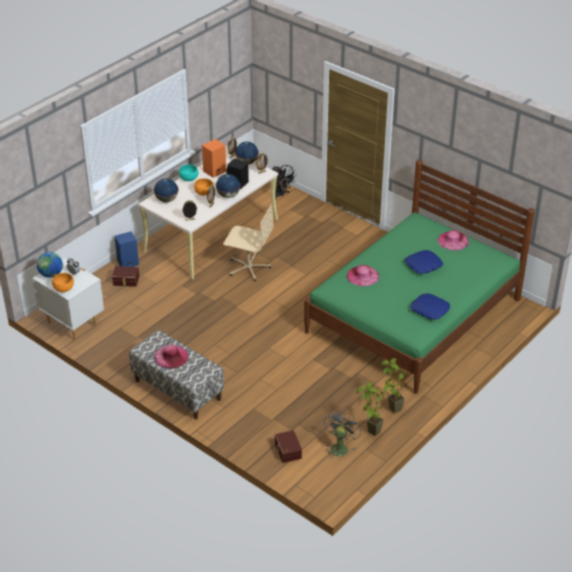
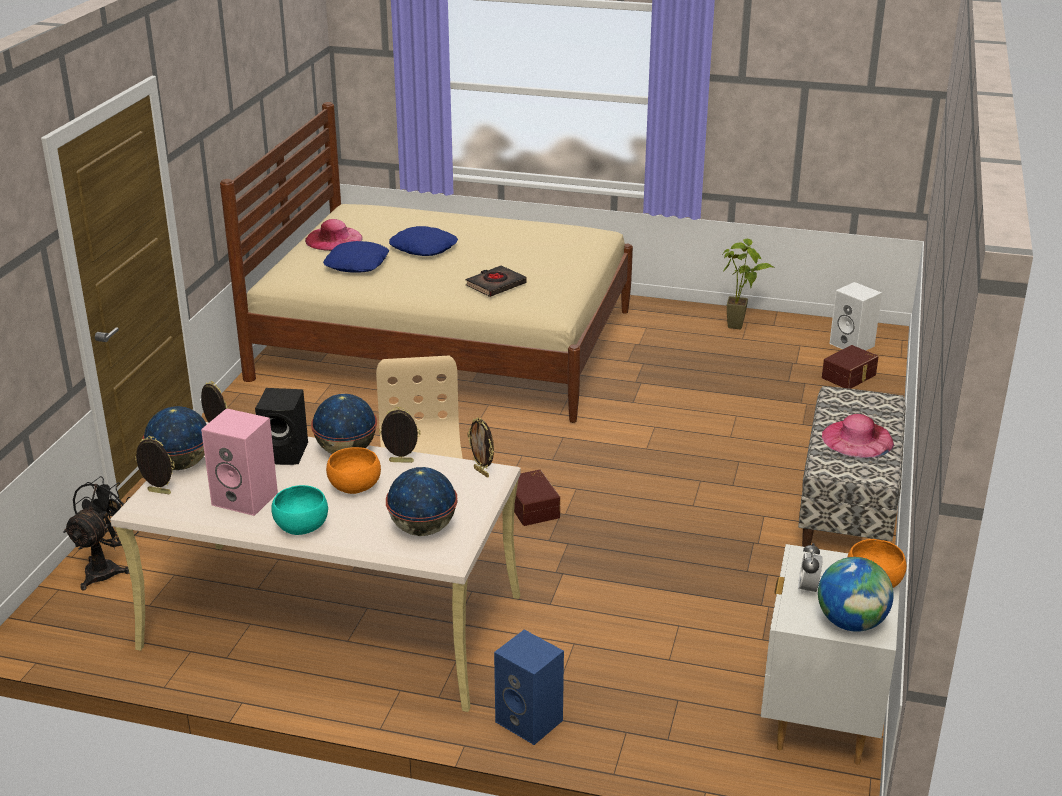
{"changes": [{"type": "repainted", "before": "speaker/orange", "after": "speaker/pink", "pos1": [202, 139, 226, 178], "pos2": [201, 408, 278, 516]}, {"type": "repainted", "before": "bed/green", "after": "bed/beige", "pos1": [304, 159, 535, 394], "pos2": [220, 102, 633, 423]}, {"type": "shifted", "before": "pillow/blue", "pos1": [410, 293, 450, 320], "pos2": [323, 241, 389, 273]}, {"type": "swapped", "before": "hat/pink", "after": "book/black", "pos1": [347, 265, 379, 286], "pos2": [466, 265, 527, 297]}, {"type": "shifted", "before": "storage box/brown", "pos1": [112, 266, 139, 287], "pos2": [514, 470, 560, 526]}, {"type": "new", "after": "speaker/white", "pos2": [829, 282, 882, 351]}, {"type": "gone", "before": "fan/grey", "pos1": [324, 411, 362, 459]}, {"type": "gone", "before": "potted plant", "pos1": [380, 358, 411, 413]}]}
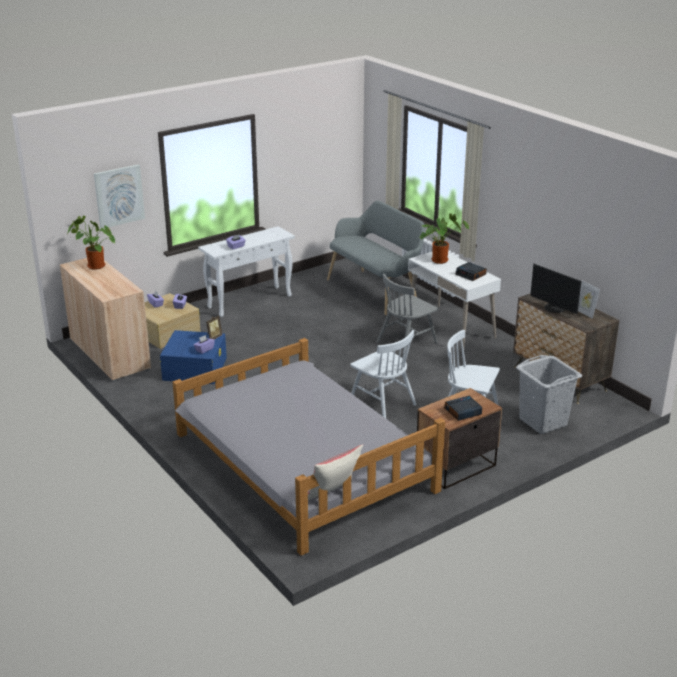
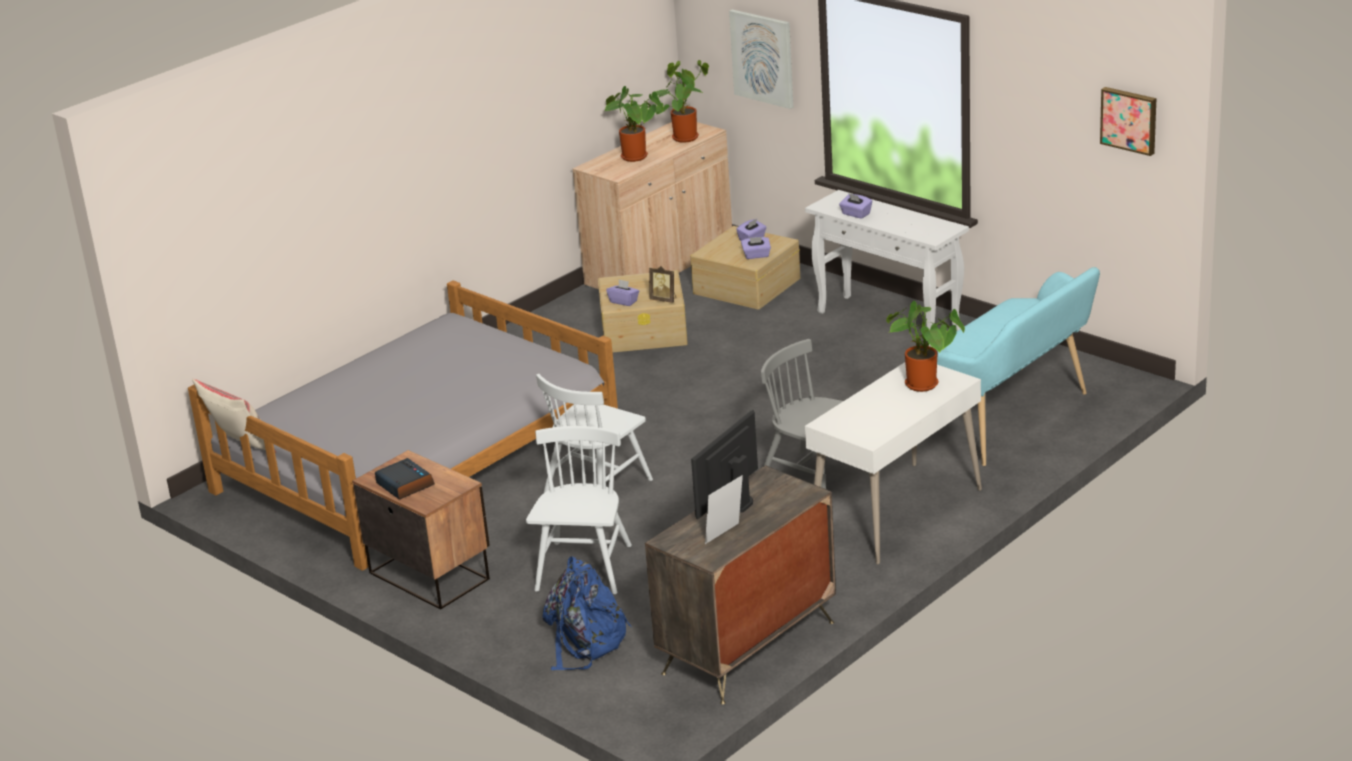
{"changes": [{"type": "swapped", "before": "laundry basket/grey", "after": "backpack/blue", "pos1": [516, 355, 582, 434], "pos2": [543, 556, 631, 670]}, {"type": "repainted", "before": "storage box/blue", "after": "storage box/beige", "pos1": [160, 330, 227, 384], "pos2": [598, 270, 688, 353]}, {"type": "new", "after": "potted plant", "pos2": [605, 86, 663, 162]}, {"type": "repainted", "before": "bench/grey", "after": "bench/turquoise", "pos1": [327, 201, 425, 315], "pos2": [934, 267, 1100, 466]}, {"type": "new", "after": "picture", "pos2": [1100, 87, 1157, 156]}, {"type": "gone", "before": "alarm clock", "pos1": [456, 262, 487, 281]}]}
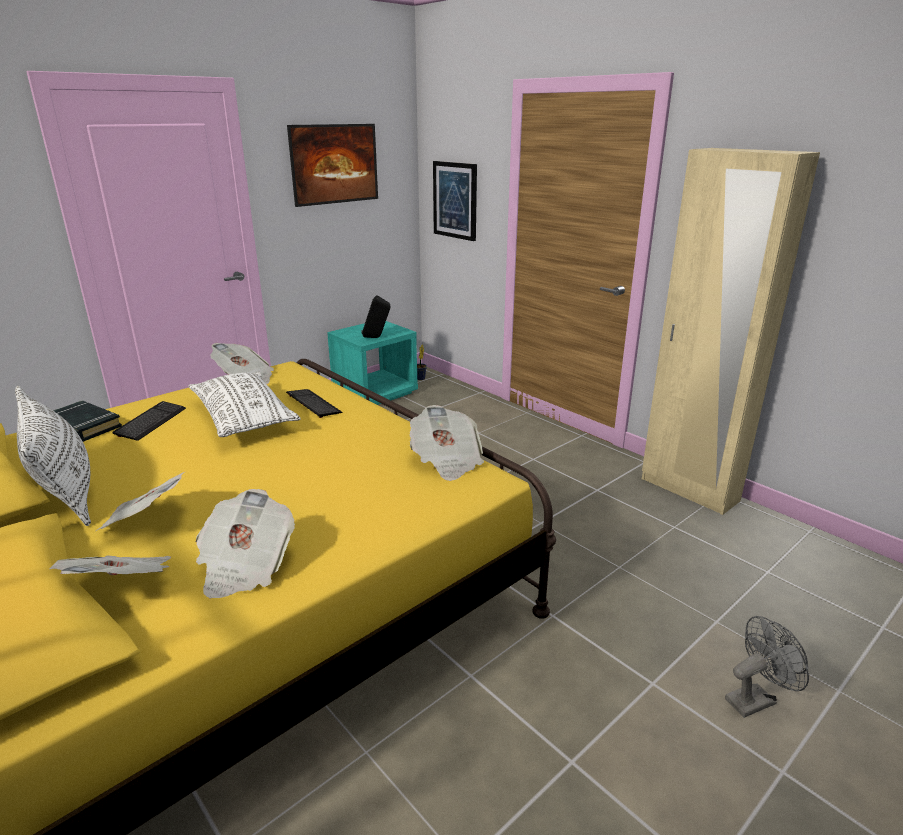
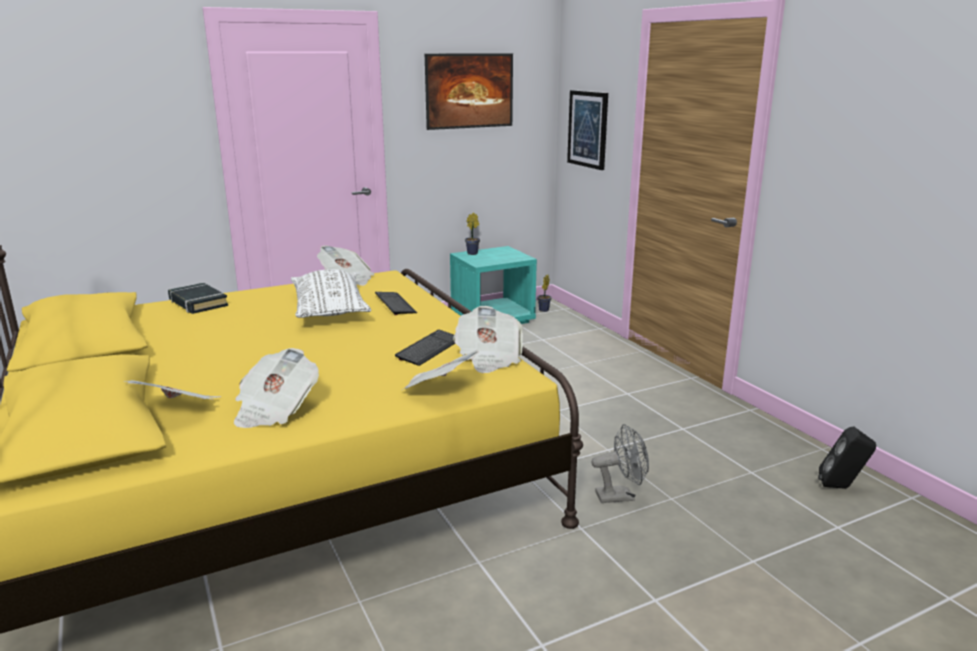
{"changes": [{"type": "shifted", "before": "keyboard", "pos1": [112, 401, 186, 441], "pos2": [395, 330, 455, 366]}, {"type": "shifted", "before": "newspaper", "pos1": [96, 471, 186, 531], "pos2": [402, 350, 479, 390]}, {"type": "new", "after": "potted plant", "pos2": [465, 212, 480, 255]}, {"type": "shifted", "before": "fan/grey", "pos1": [725, 616, 809, 718], "pos2": [592, 424, 649, 503]}, {"type": "shifted", "before": "speaker/black", "pos1": [362, 295, 391, 338], "pos2": [818, 427, 876, 489]}, {"type": "gone", "before": "pillow/white", "pos1": [15, 386, 91, 526]}, {"type": "gone", "before": "wardrobe/beige", "pos1": [642, 148, 820, 515]}]}
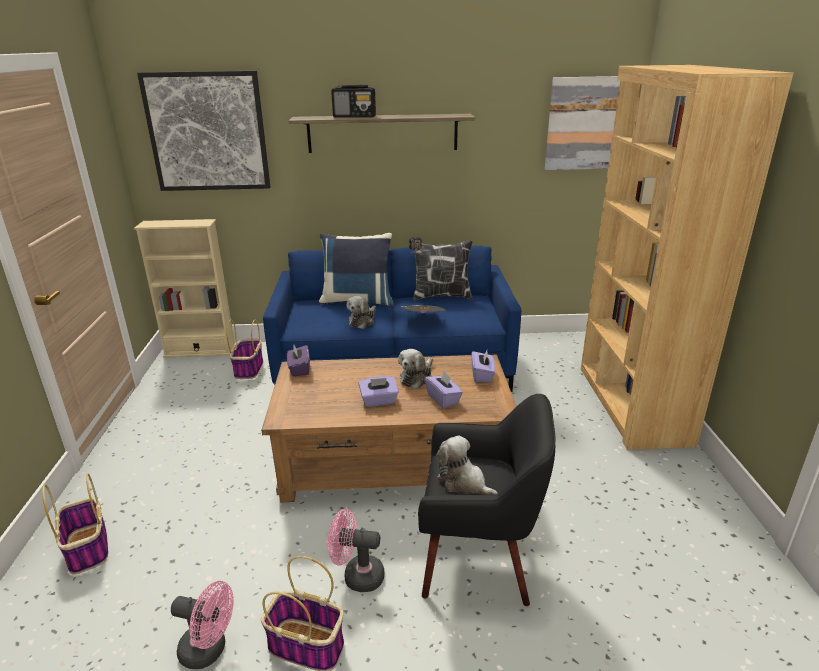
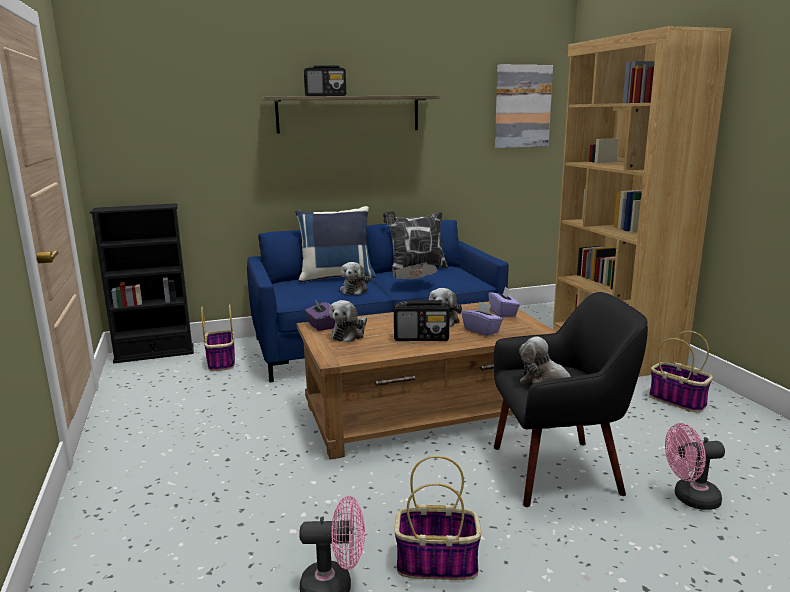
{"changes": [{"type": "repainted", "before": "bookcase/beige", "after": "bookcase/black", "pos1": [134, 219, 235, 358], "pos2": [90, 203, 194, 363]}, {"type": "new", "after": "plush toy", "pos2": [329, 300, 367, 342]}, {"type": "swapped", "before": "tissue box/purple", "after": "radio", "pos1": [358, 376, 399, 407], "pos2": [394, 300, 450, 341]}, {"type": "shifted", "before": "basket", "pos1": [42, 473, 108, 575], "pos2": [649, 331, 713, 413]}, {"type": "shifted", "before": "fan/pink", "pos1": [328, 509, 385, 592], "pos2": [665, 423, 725, 510]}, {"type": "gone", "before": "picture", "pos1": [137, 71, 270, 191]}]}
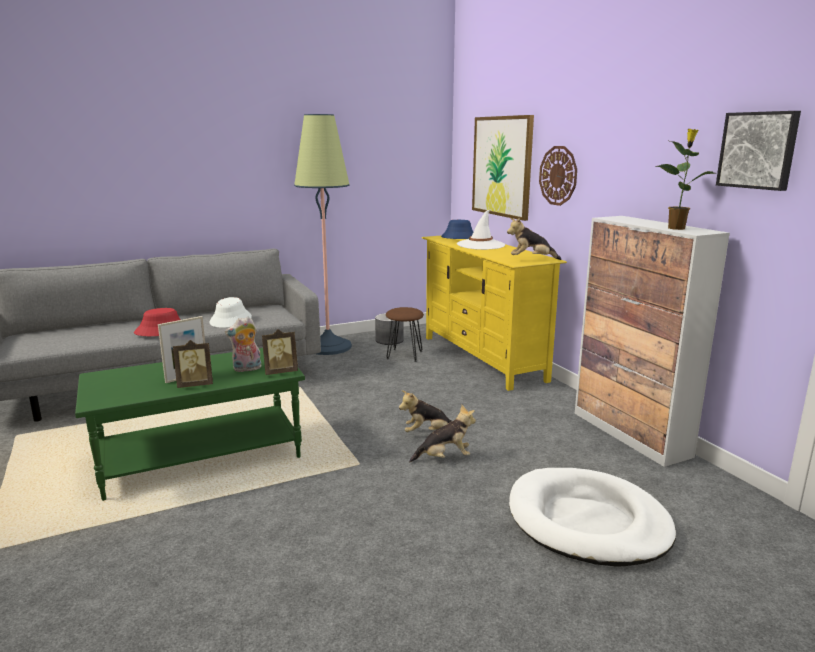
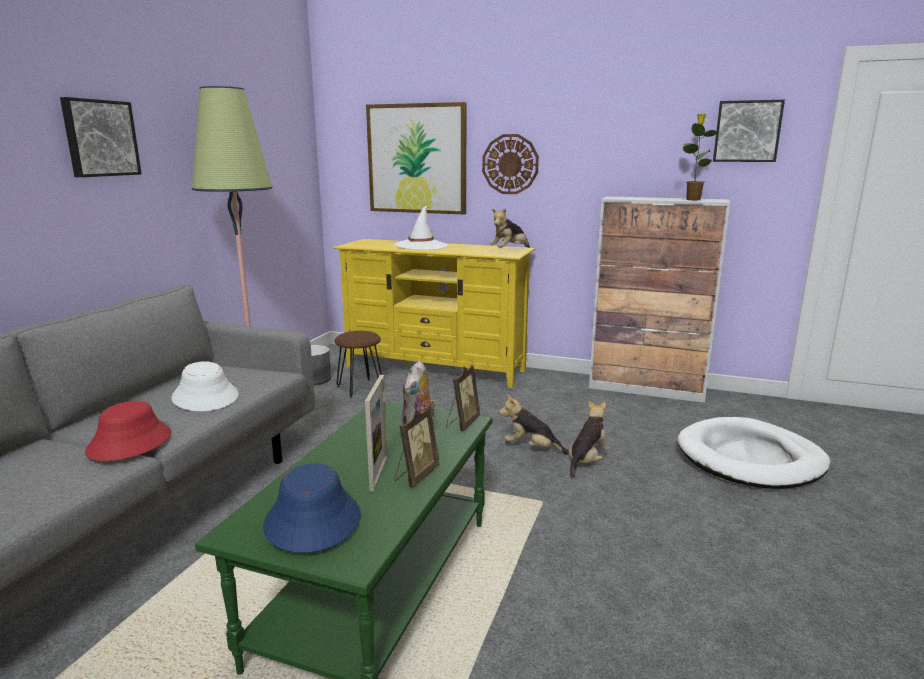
{"changes": [{"type": "new", "after": "picture", "pos2": [60, 97, 142, 177]}, {"type": "shifted", "before": "hat/blue", "pos1": [441, 220, 473, 239], "pos2": [263, 463, 361, 553]}, {"type": "rotated", "before": "plush toy", "pos1": [399, 390, 452, 432], "pos2": [499, 395, 569, 455], "turn": 75}]}
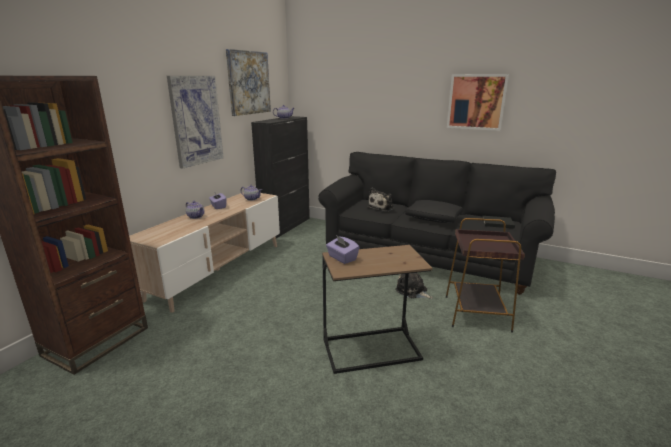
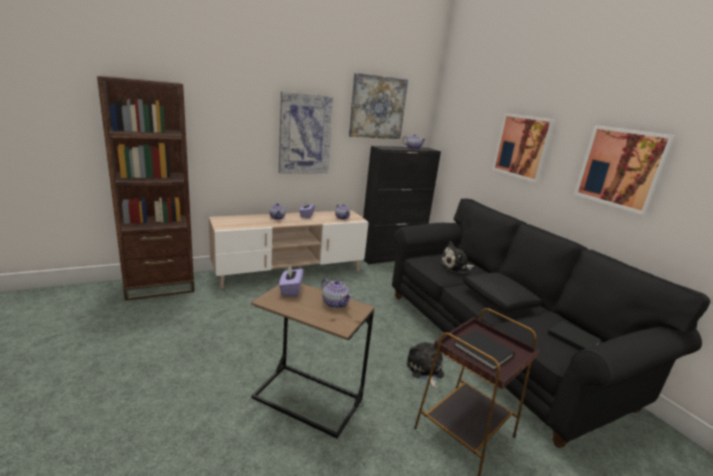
{"changes": [{"type": "new", "after": "teapot", "pos2": [321, 278, 352, 309]}, {"type": "new", "after": "book/black", "pos2": [454, 329, 515, 371]}, {"type": "new", "after": "picture", "pos2": [492, 113, 556, 183]}]}
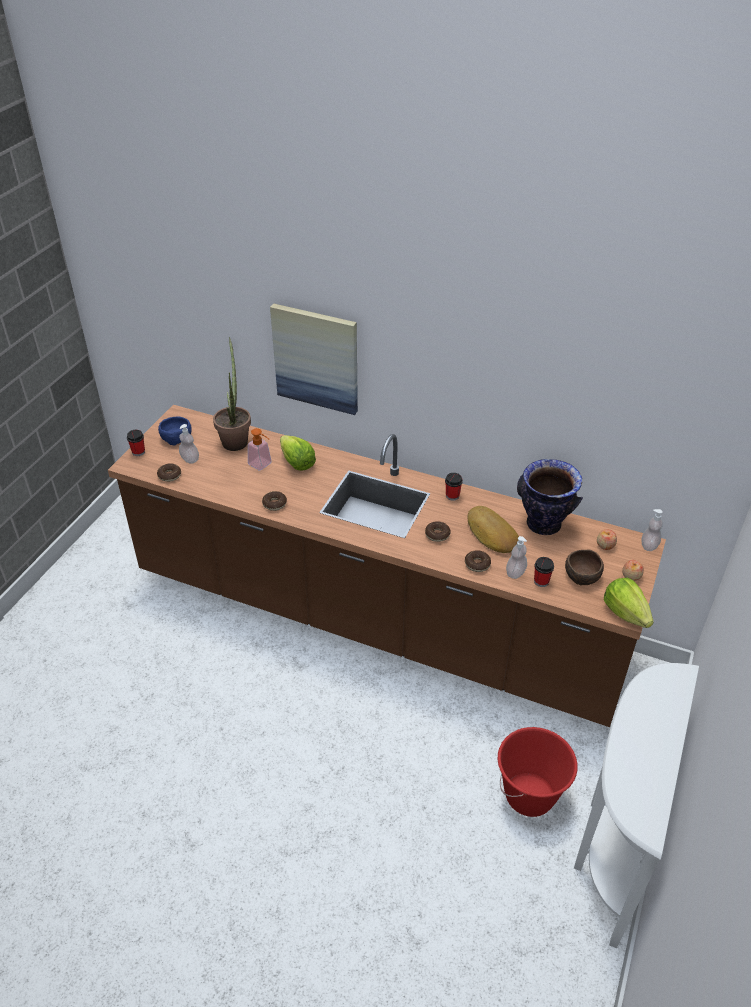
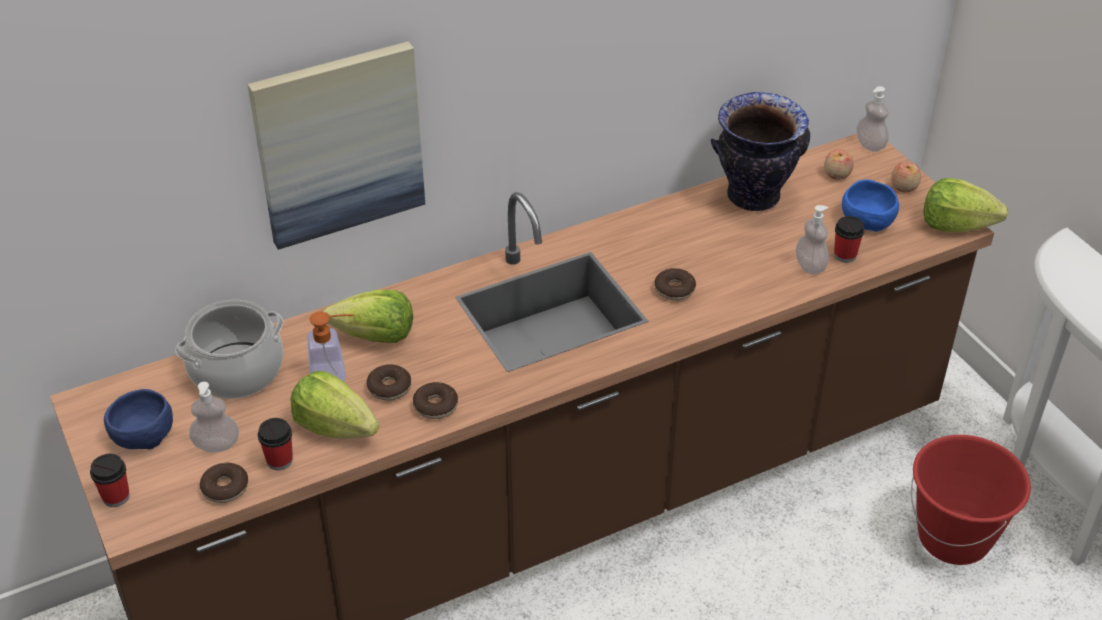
{"changes": [{"type": "swapped", "before": "potted plant", "after": "cooking pot", "pos1": [213, 337, 251, 451], "pos2": [175, 300, 283, 399]}, {"type": "shifted", "before": "cup", "pos1": [445, 473, 463, 501], "pos2": [258, 418, 293, 470]}, {"type": "new", "after": "lettuce", "pos2": [290, 371, 379, 439]}, {"type": "shifted", "before": "donut", "pos1": [465, 550, 491, 572], "pos2": [367, 364, 411, 401]}, {"type": "repainted", "before": "bowl/brown", "after": "bowl/blue", "pos1": [565, 550, 604, 586], "pos2": [842, 179, 899, 232]}, {"type": "gone", "before": "bread", "pos1": [468, 506, 519, 553]}]}
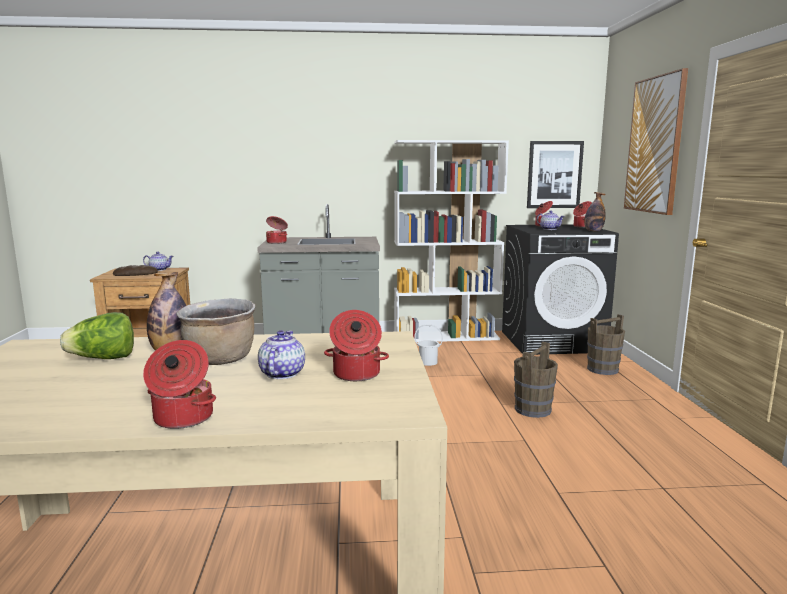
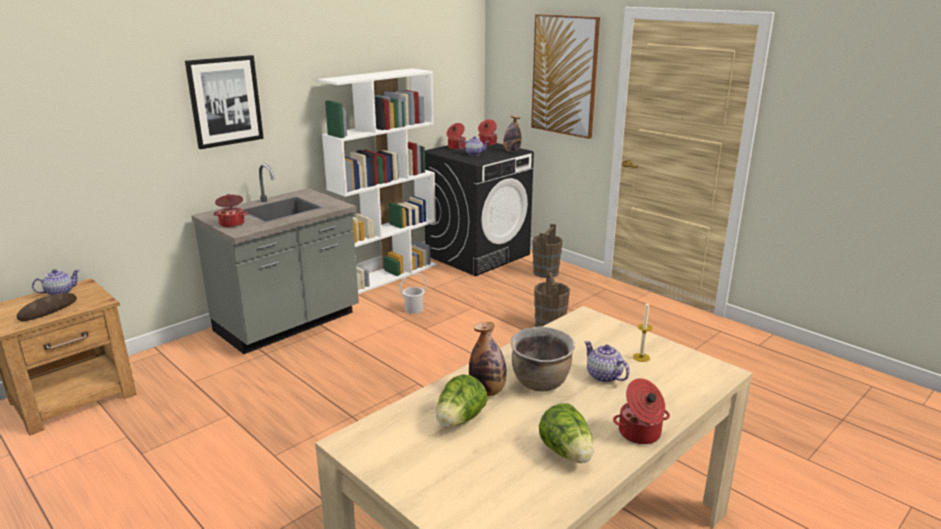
{"changes": [{"type": "shifted", "before": "picture", "pos1": [527, 141, 584, 208], "pos2": [185, 55, 264, 149]}, {"type": "new", "after": "lettuce", "pos2": [539, 403, 594, 463]}, {"type": "swapped", "before": "cooking pot", "after": "candle", "pos1": [324, 310, 389, 381], "pos2": [633, 302, 652, 362]}]}
